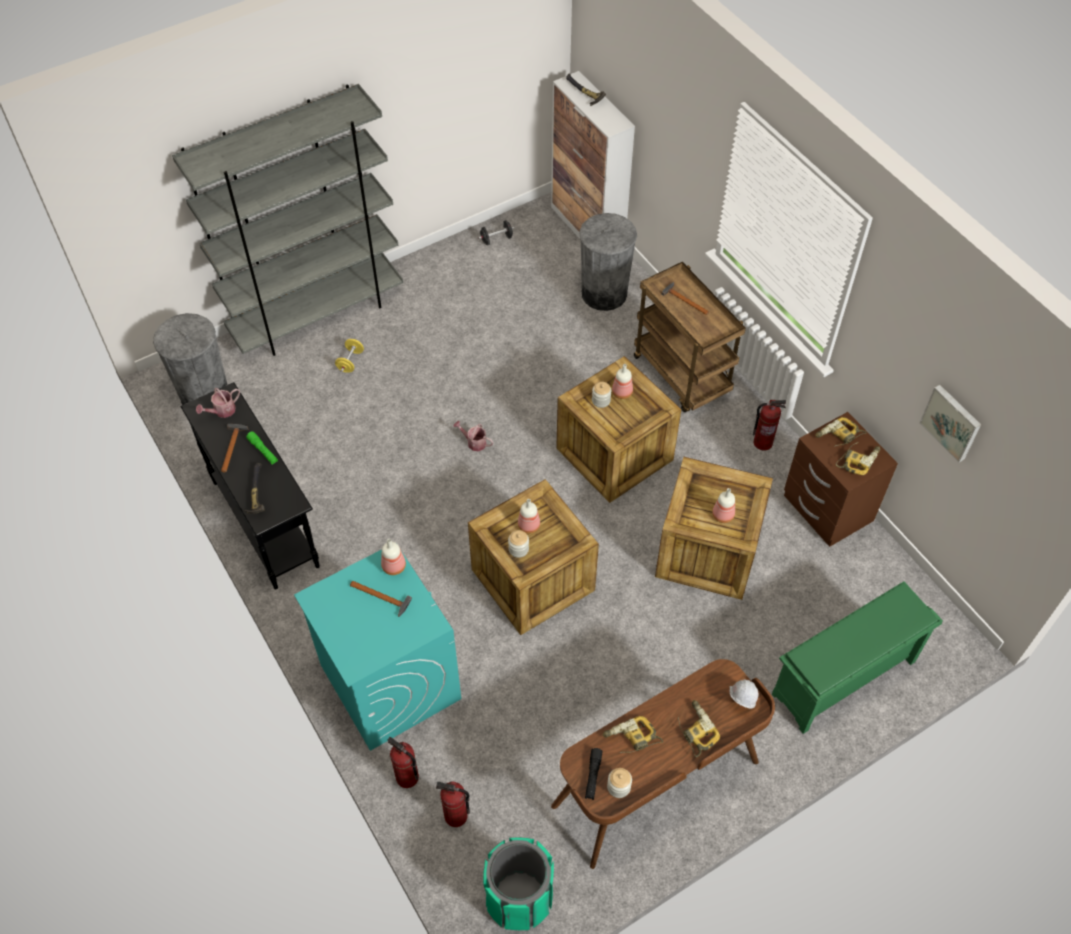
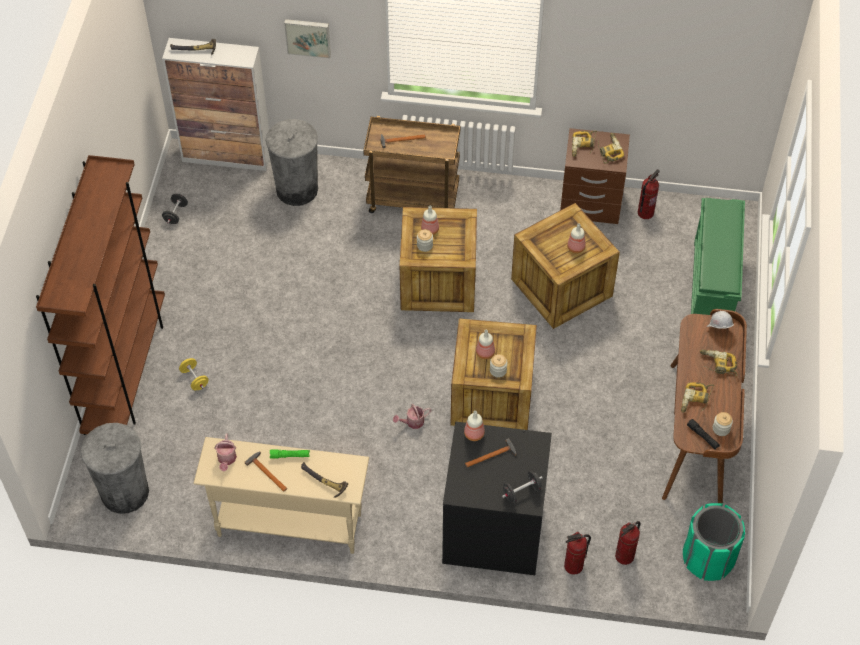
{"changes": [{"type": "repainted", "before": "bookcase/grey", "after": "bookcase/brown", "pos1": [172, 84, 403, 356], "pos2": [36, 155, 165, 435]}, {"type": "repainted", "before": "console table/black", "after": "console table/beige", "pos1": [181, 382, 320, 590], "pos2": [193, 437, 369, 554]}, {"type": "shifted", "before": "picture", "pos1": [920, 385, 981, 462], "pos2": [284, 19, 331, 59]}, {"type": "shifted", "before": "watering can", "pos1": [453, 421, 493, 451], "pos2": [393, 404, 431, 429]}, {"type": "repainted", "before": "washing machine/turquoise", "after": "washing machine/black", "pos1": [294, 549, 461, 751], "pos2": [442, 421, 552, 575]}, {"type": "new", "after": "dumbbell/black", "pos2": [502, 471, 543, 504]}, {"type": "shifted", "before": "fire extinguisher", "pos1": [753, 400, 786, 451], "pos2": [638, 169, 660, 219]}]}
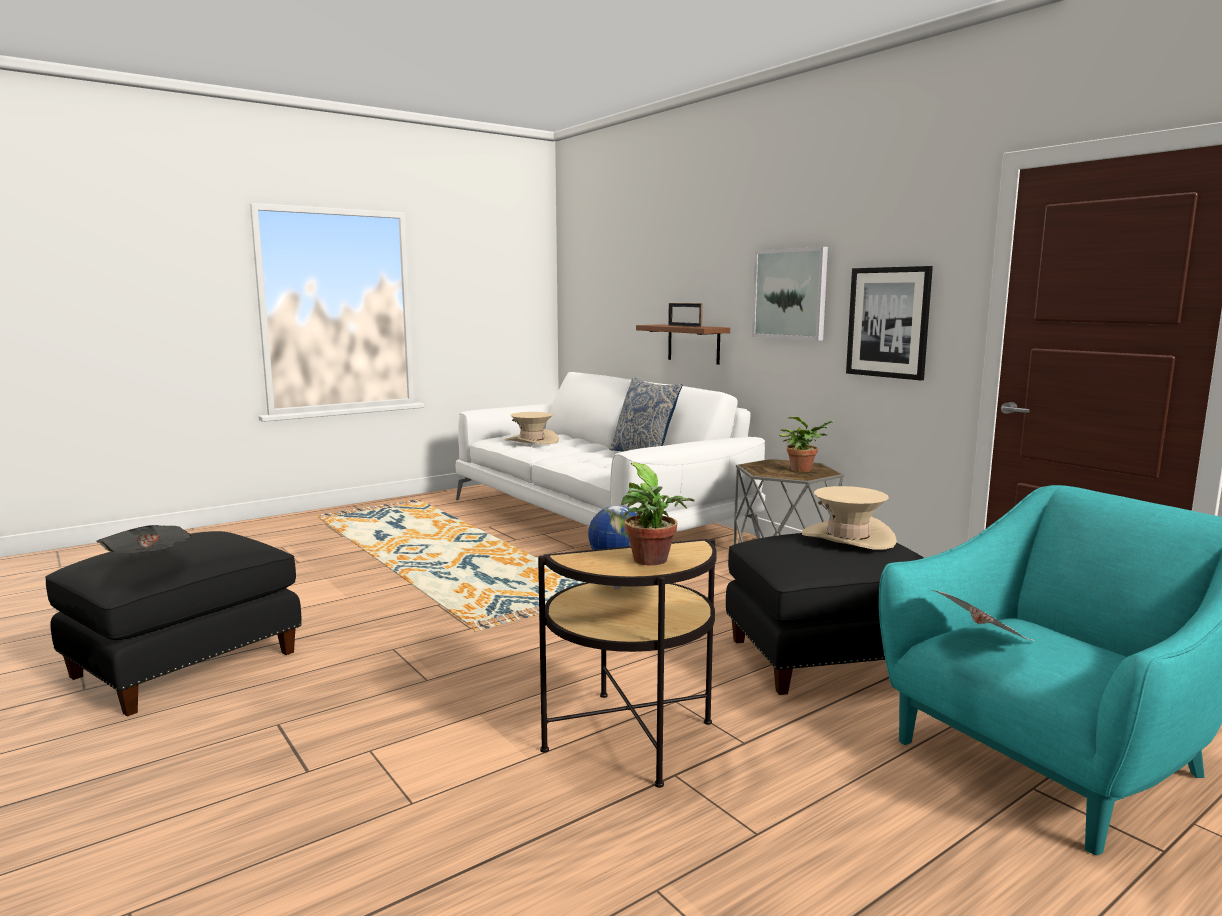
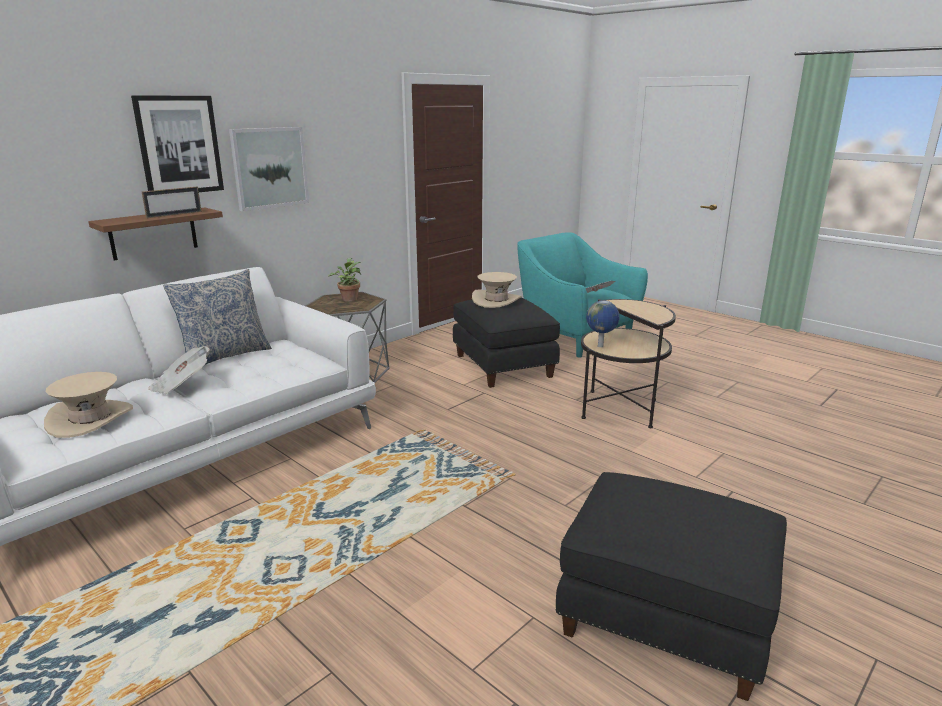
{"changes": [{"type": "shifted", "before": "picture", "pos1": [846, 266, 933, 380], "pos2": [131, 96, 224, 192]}, {"type": "shifted", "before": "newspaper", "pos1": [96, 525, 192, 554], "pos2": [148, 346, 210, 394]}, {"type": "gone", "before": "potted plant", "pos1": [621, 462, 695, 566]}]}
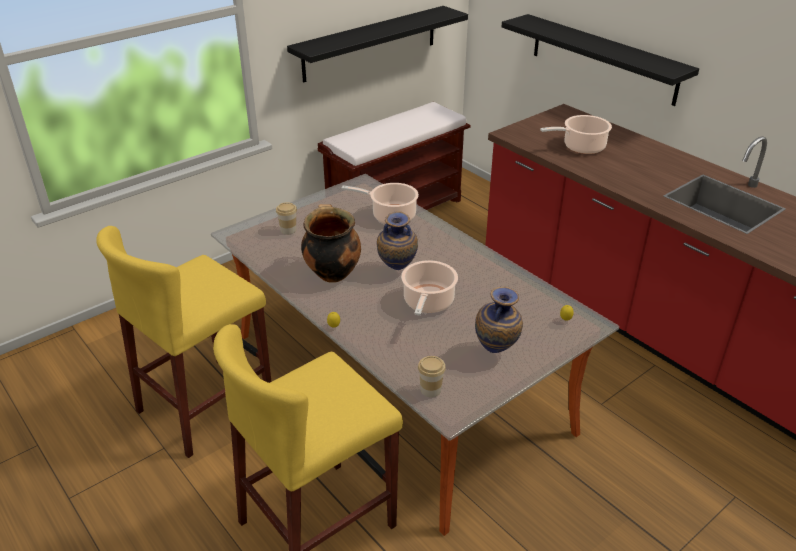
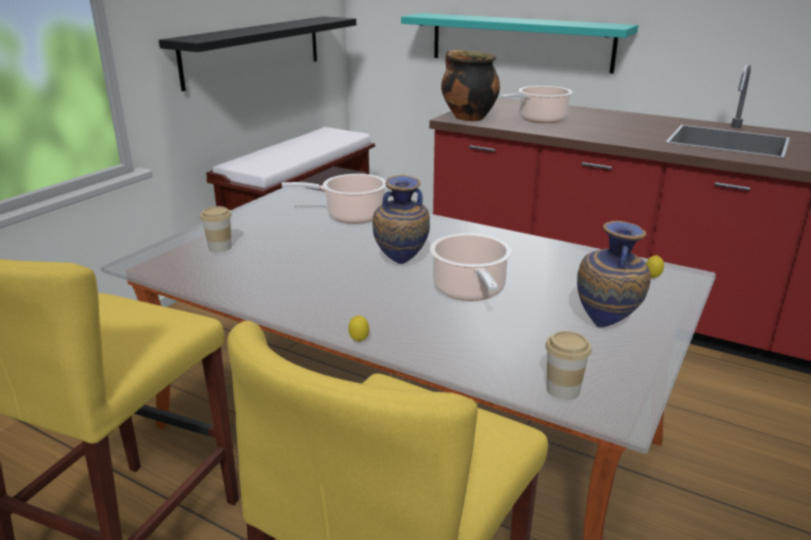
{"changes": [{"type": "repainted", "before": "shelf/black", "after": "shelf/turquoise", "pos1": [502, 14, 699, 106], "pos2": [401, 13, 638, 74]}, {"type": "shifted", "before": "cooking pot", "pos1": [301, 204, 361, 283], "pos2": [441, 50, 500, 121]}]}
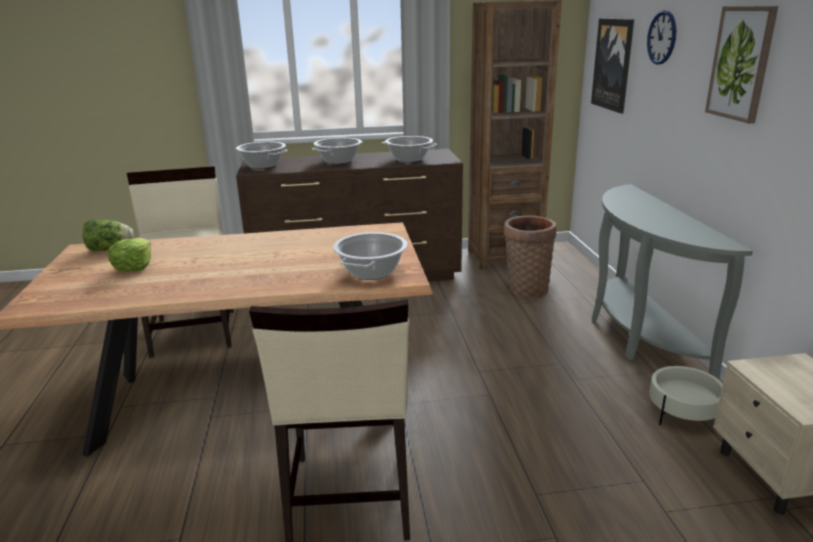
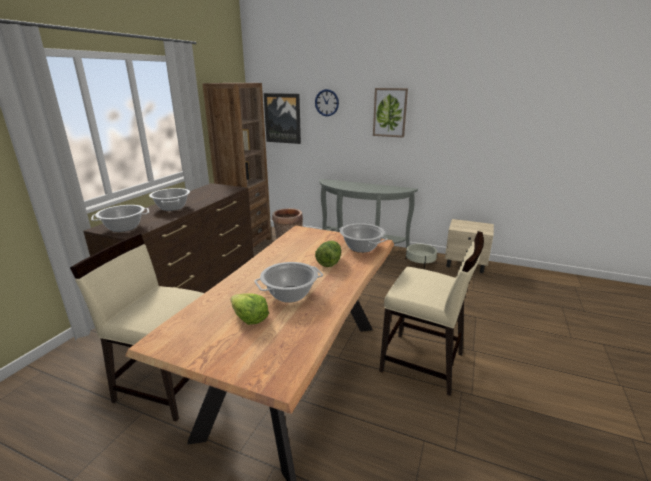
{"changes": [{"type": "shifted", "before": "cooking pot", "pos1": [382, 136, 437, 162], "pos2": [254, 262, 323, 303]}, {"type": "shifted", "before": "lettuce", "pos1": [82, 219, 134, 252], "pos2": [315, 241, 341, 267]}]}
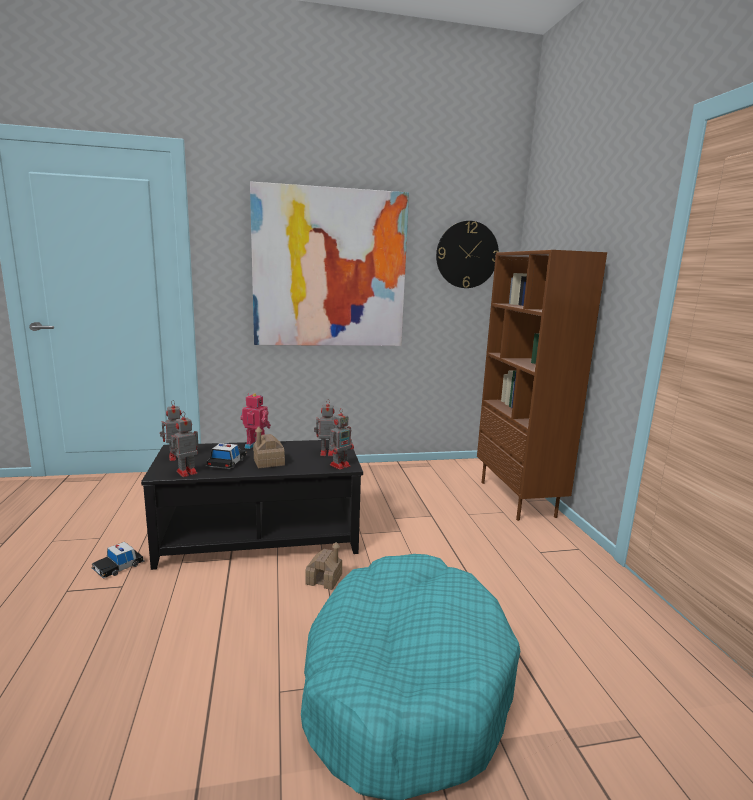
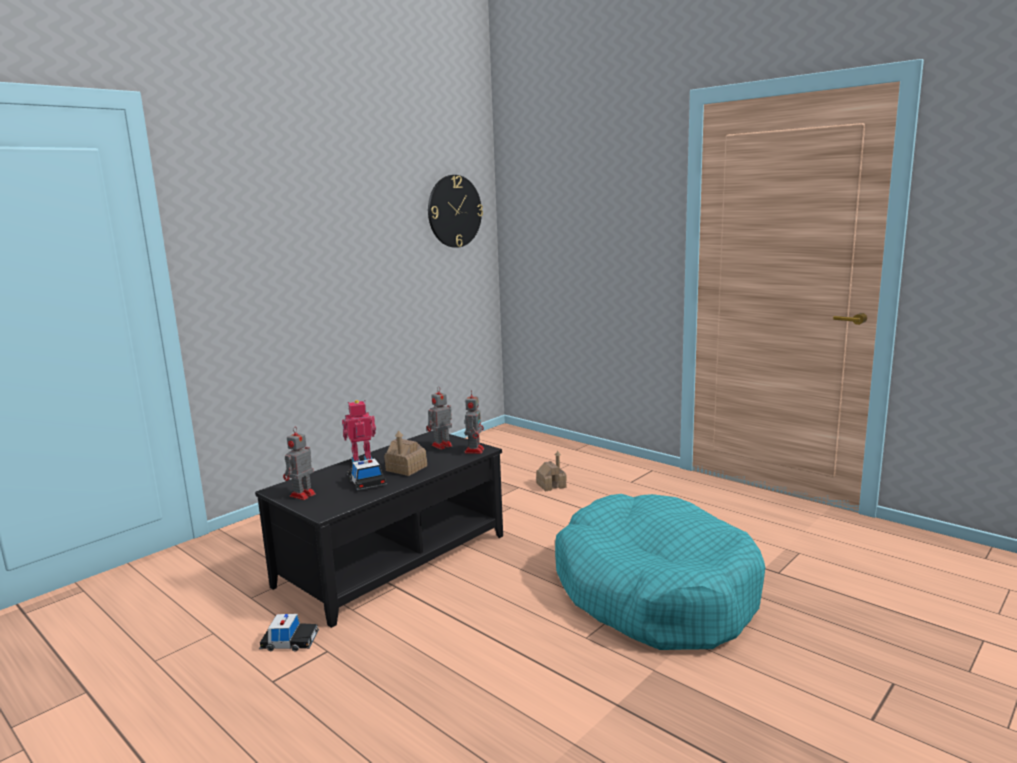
{"changes": [{"type": "rotated", "before": "toy car", "pos1": [91, 542, 145, 579], "pos2": [259, 614, 319, 652], "turn": -90}, {"type": "shifted", "before": "toy house", "pos1": [305, 542, 342, 590], "pos2": [536, 451, 567, 492]}, {"type": "gone", "before": "toy robot", "pos1": [170, 412, 198, 477]}, {"type": "gone", "before": "picture", "pos1": [250, 181, 409, 346]}, {"type": "gone", "before": "bookcase/brown", "pos1": [477, 250, 607, 521]}]}
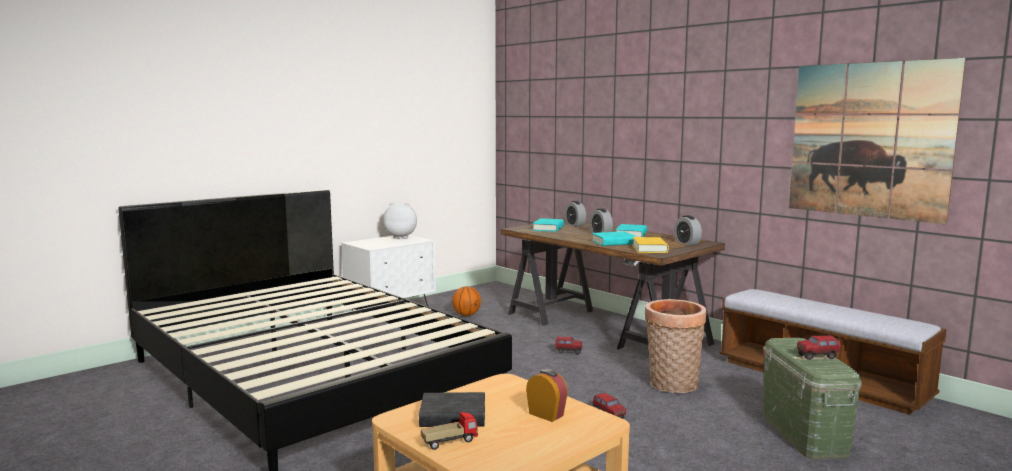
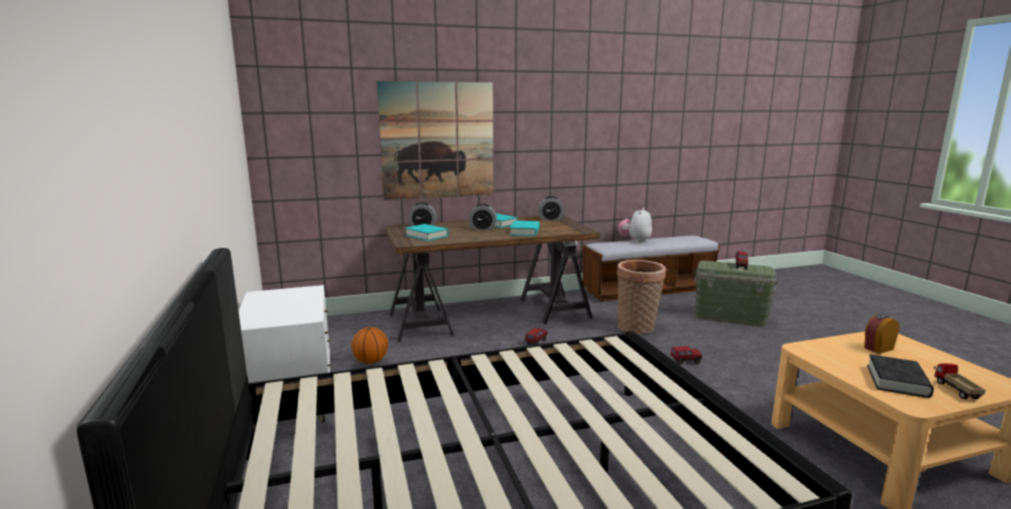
{"changes": [{"type": "shifted", "before": "picture", "pos1": [789, 58, 966, 224], "pos2": [377, 81, 493, 200]}, {"type": "shifted", "before": "plush toy", "pos1": [383, 203, 417, 239], "pos2": [618, 208, 652, 243]}, {"type": "gone", "before": "book/yellow", "pos1": [632, 237, 669, 253]}]}
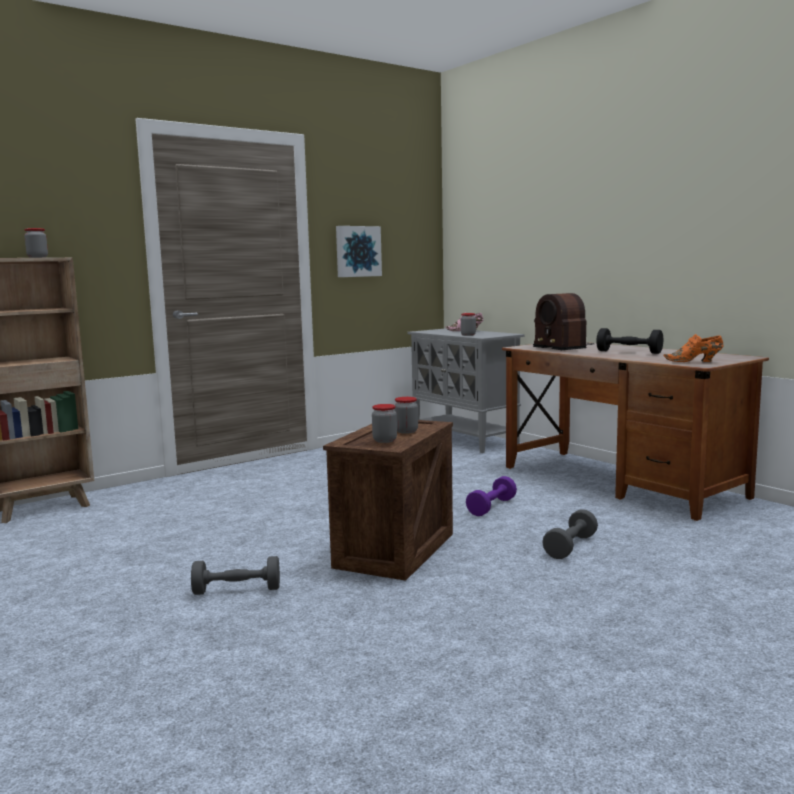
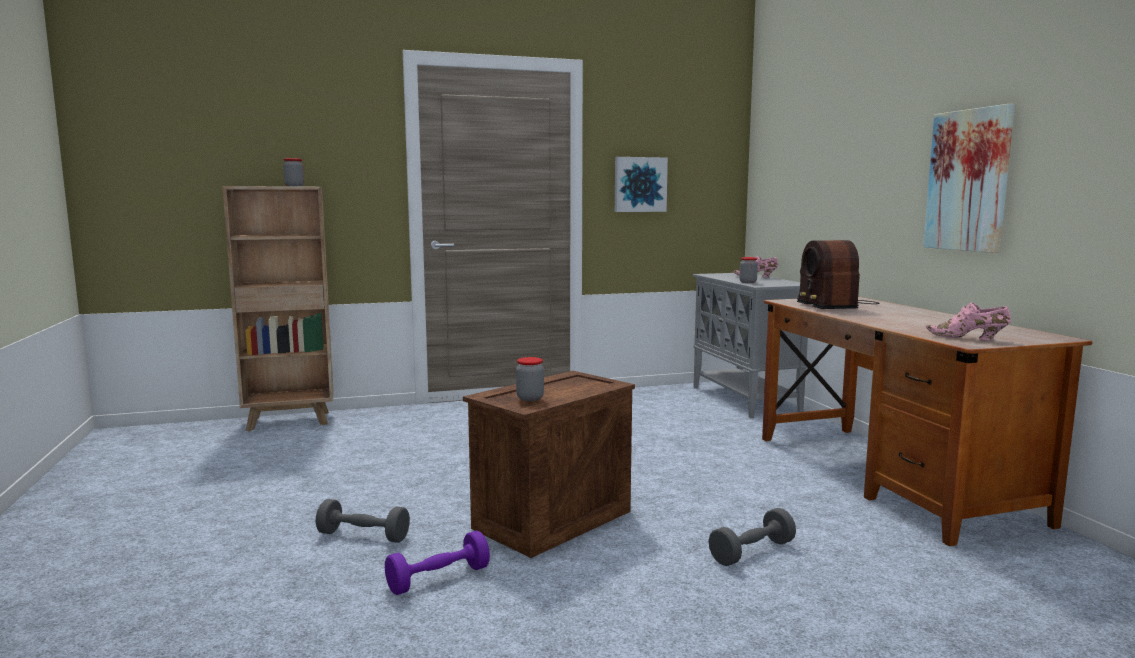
{"changes": [{"type": "shifted", "before": "dumbbell/purple", "pos1": [466, 476, 517, 516], "pos2": [385, 530, 490, 595]}, {"type": "new", "after": "picture", "pos2": [923, 104, 1015, 253]}, {"type": "repainted", "before": "shoe/orange", "after": "shoe/pink", "pos1": [663, 334, 723, 362], "pos2": [926, 302, 1011, 341]}, {"type": "gone", "before": "jar", "pos1": [394, 397, 418, 434]}, {"type": "gone", "before": "dumbbell/black", "pos1": [596, 328, 663, 354]}]}
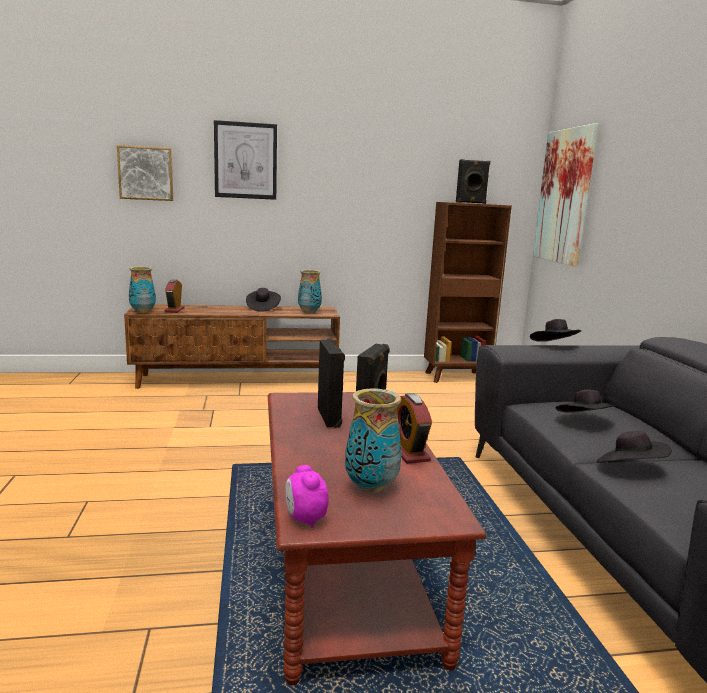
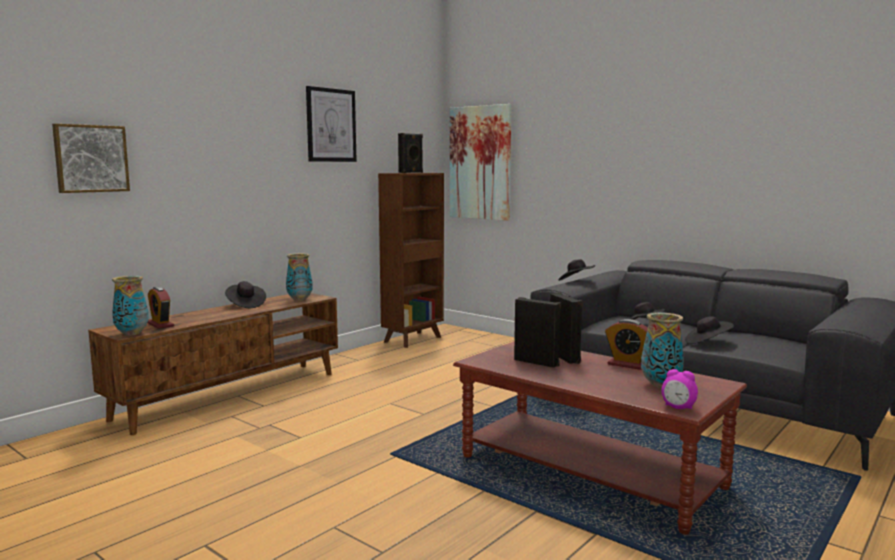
{"changes": [{"type": "shifted", "before": "picture", "pos1": [214, 120, 277, 200], "pos2": [306, 86, 357, 162]}]}
